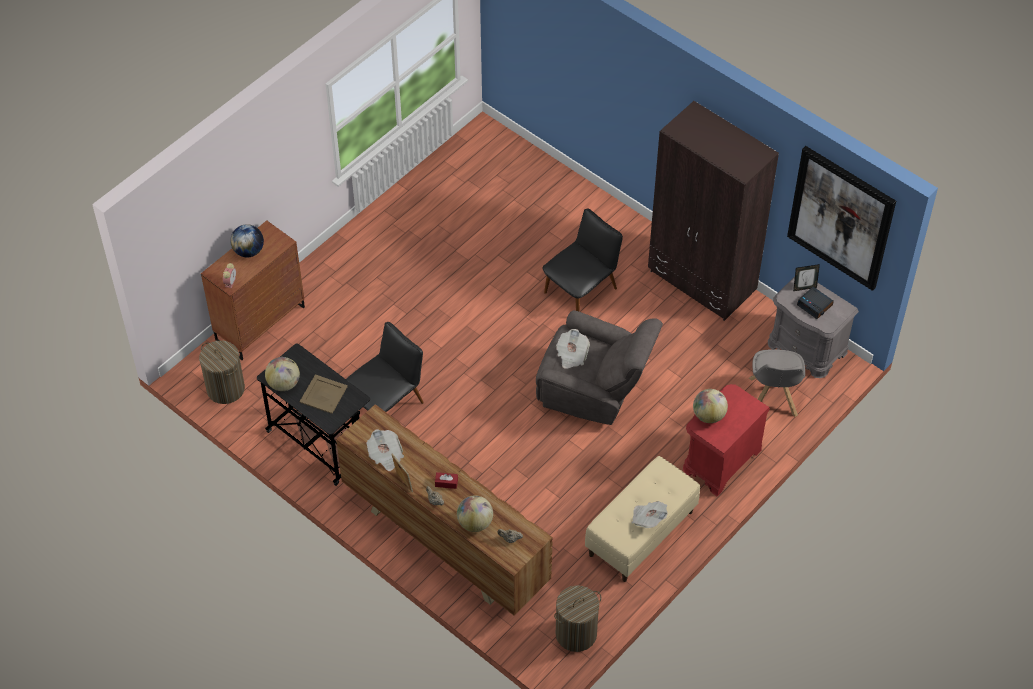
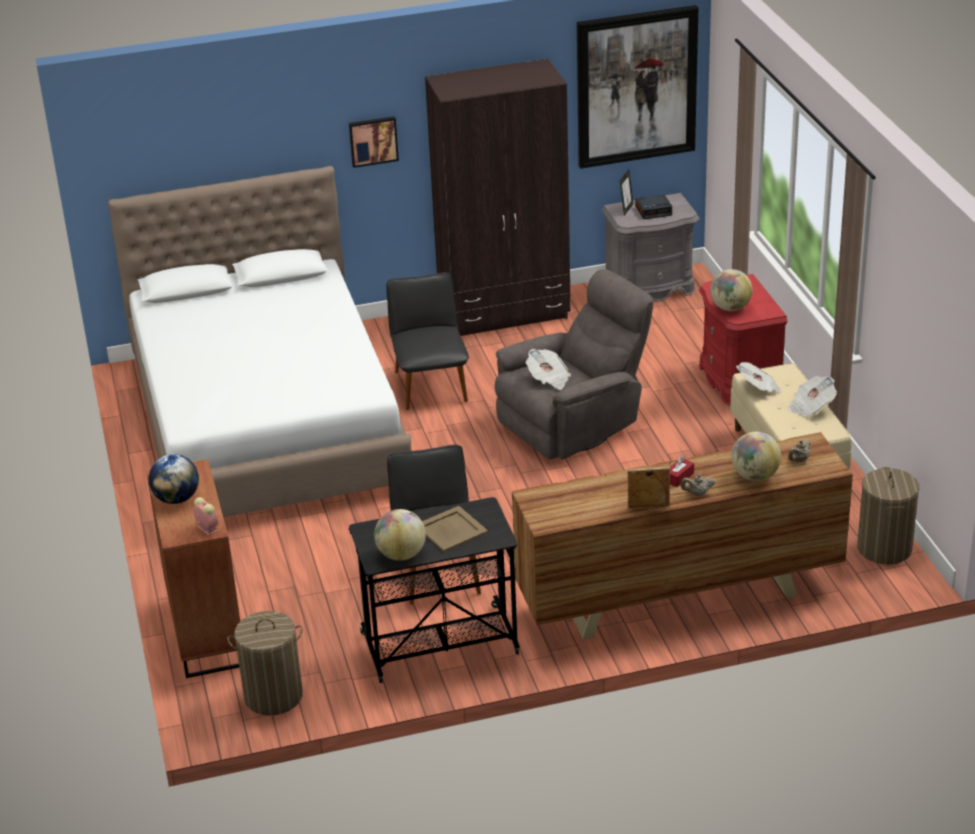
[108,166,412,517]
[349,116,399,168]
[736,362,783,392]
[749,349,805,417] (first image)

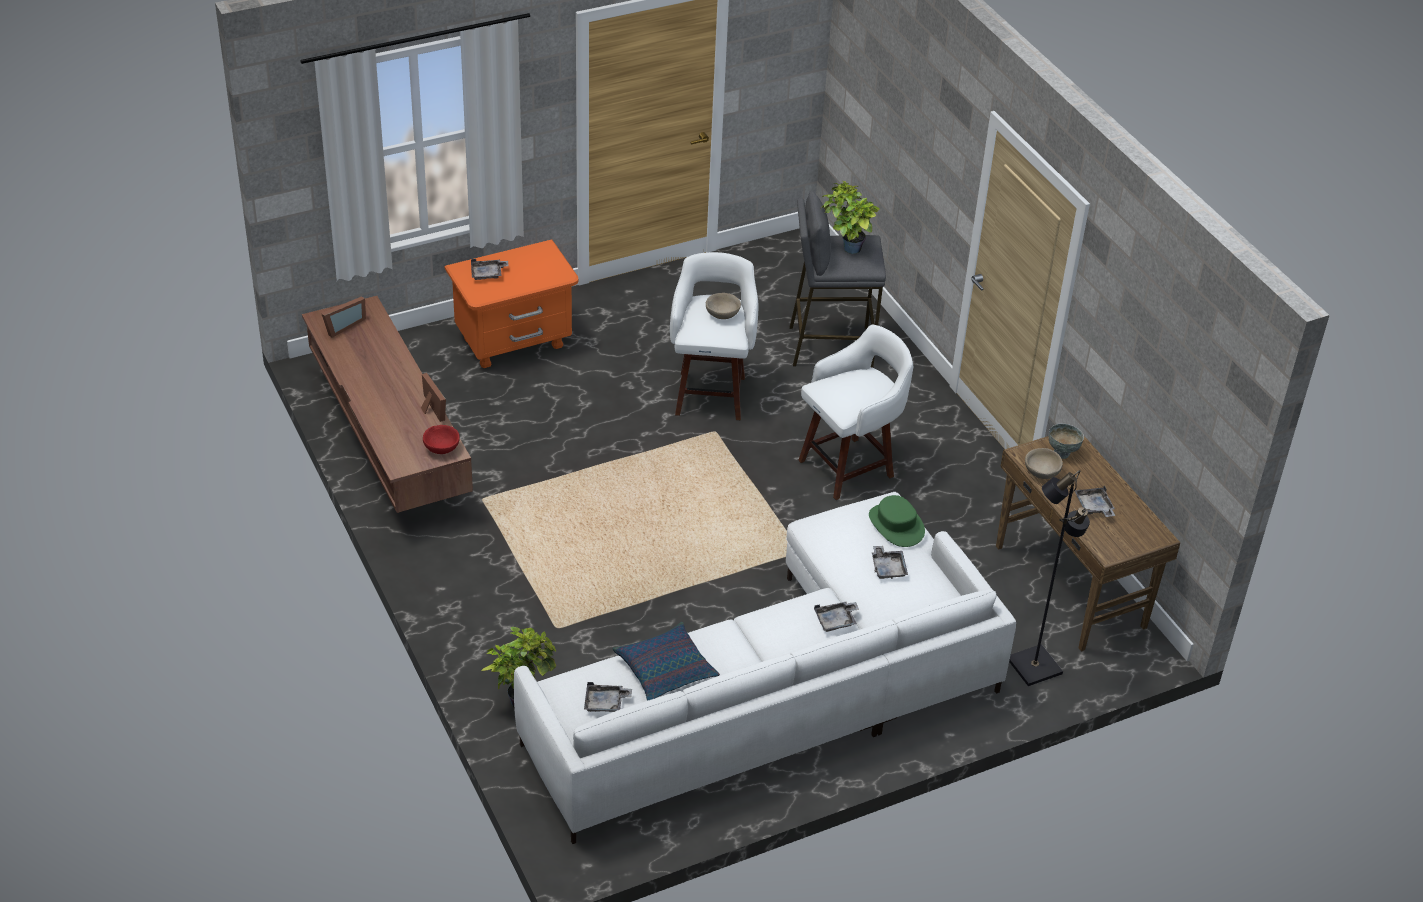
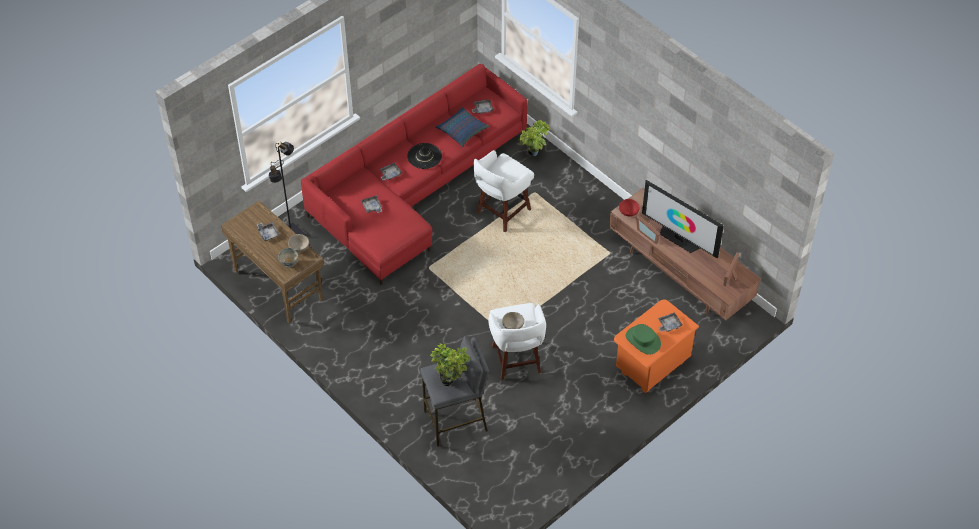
[301,64,527,285]
[407,143,442,169]
[474,150,534,232]
[626,324,661,355]
[642,180,724,259]

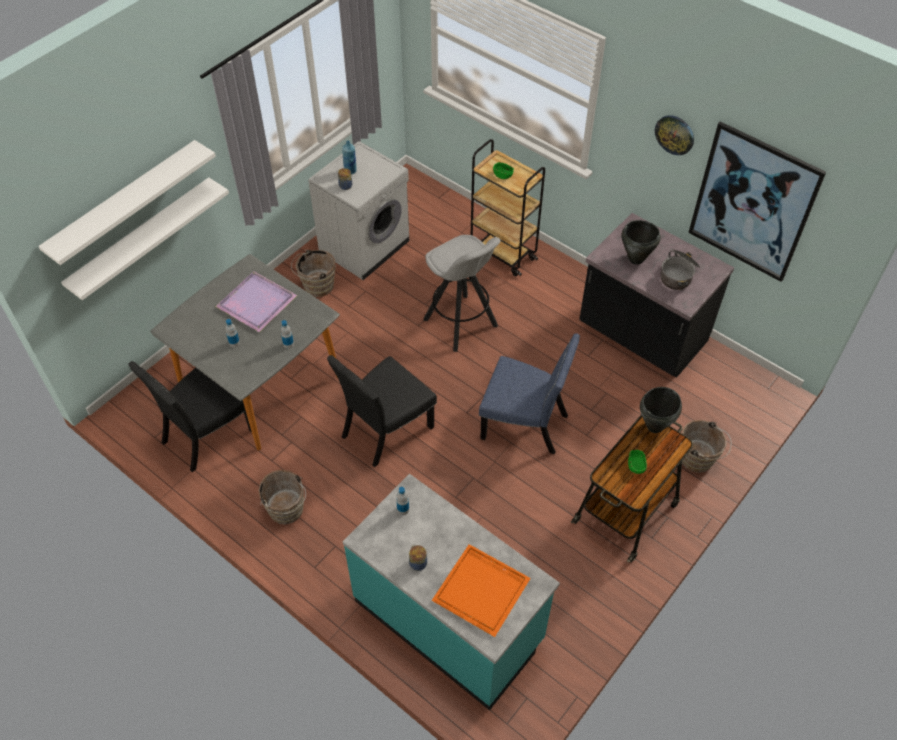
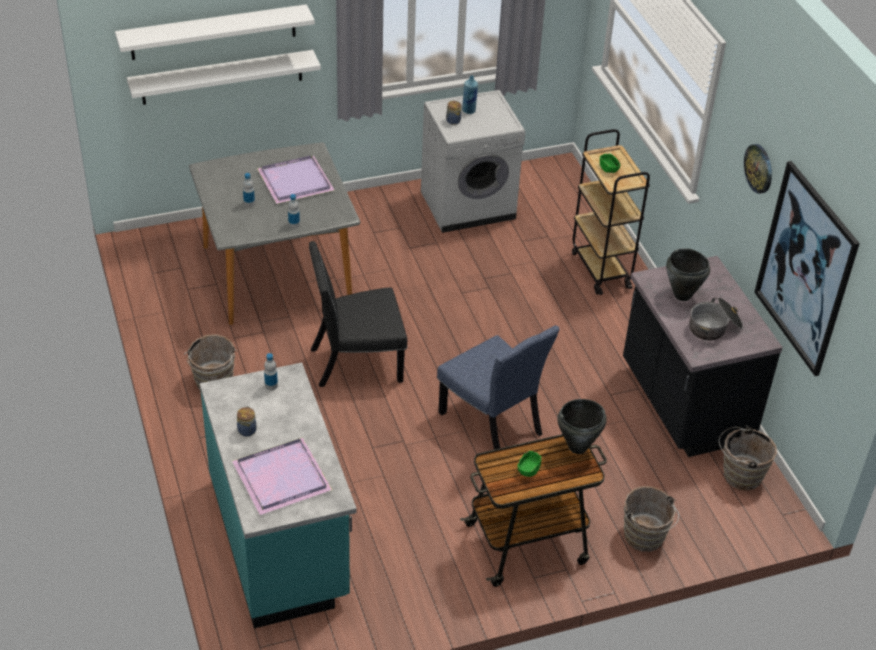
[232,437,332,515]
[719,425,777,491]
[128,361,252,472] (first image)
[424,235,501,352] (first image)

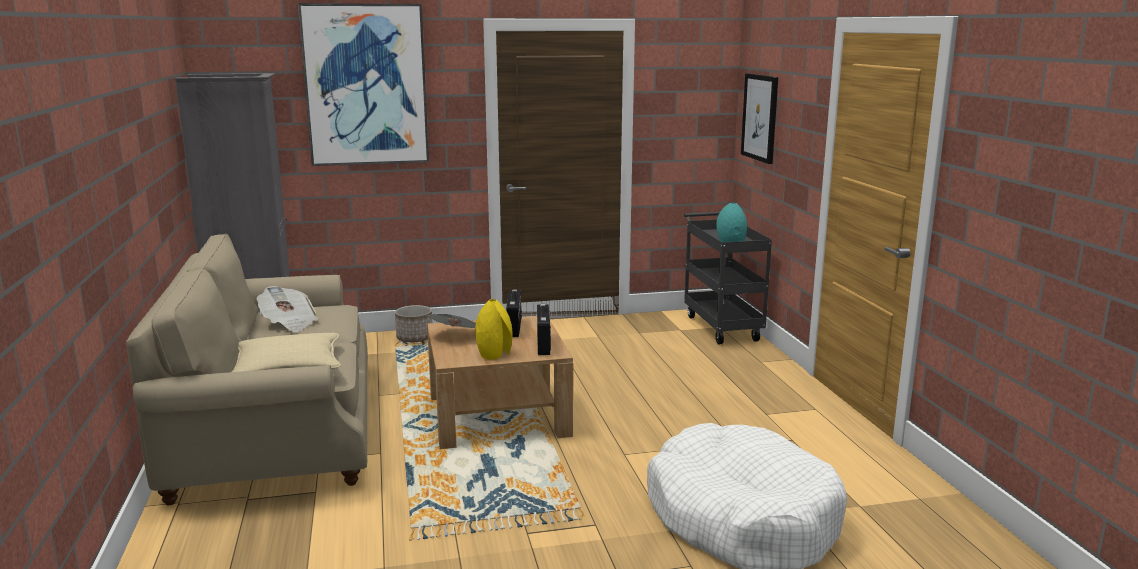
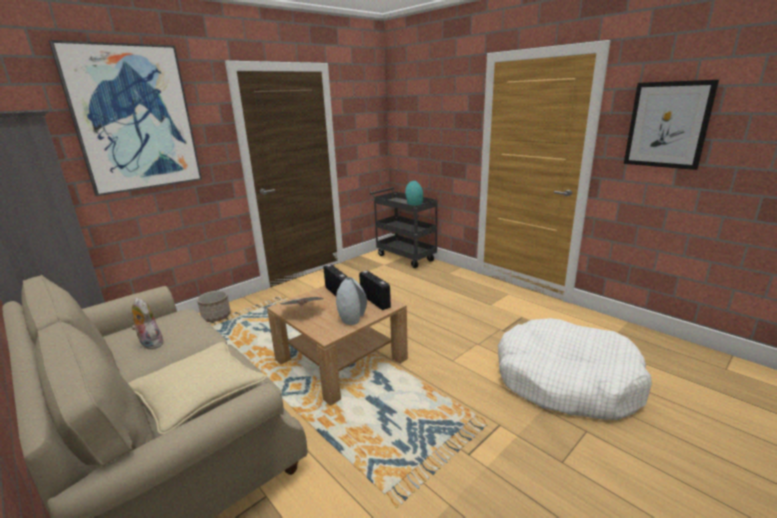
[132,298,163,349]
[336,277,367,325]
[624,80,719,170]

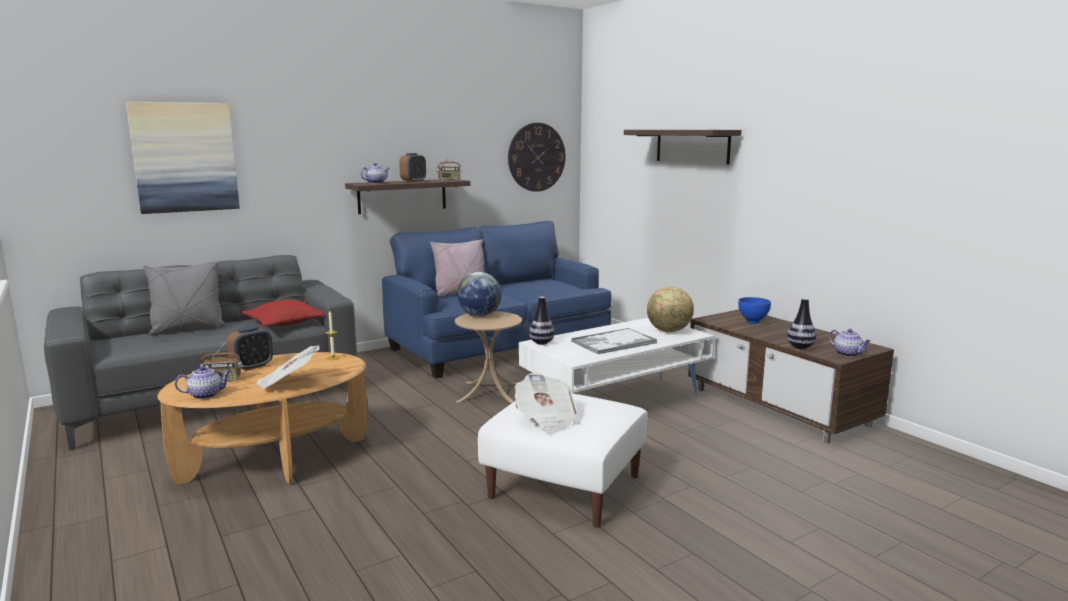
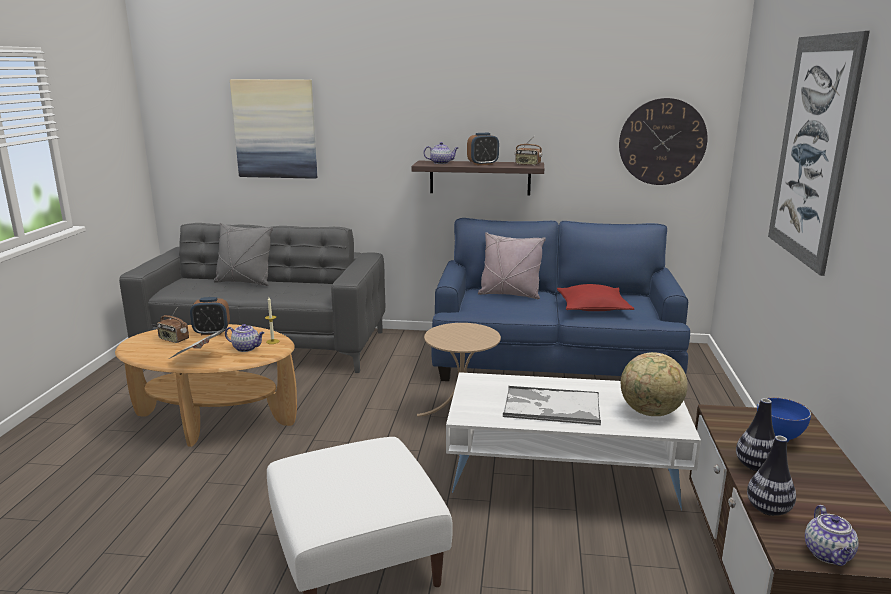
[225,324,265,352]
[557,284,634,311]
[736,398,775,471]
[768,31,870,276]
[457,272,501,317] (first image)
[515,373,579,434] (first image)

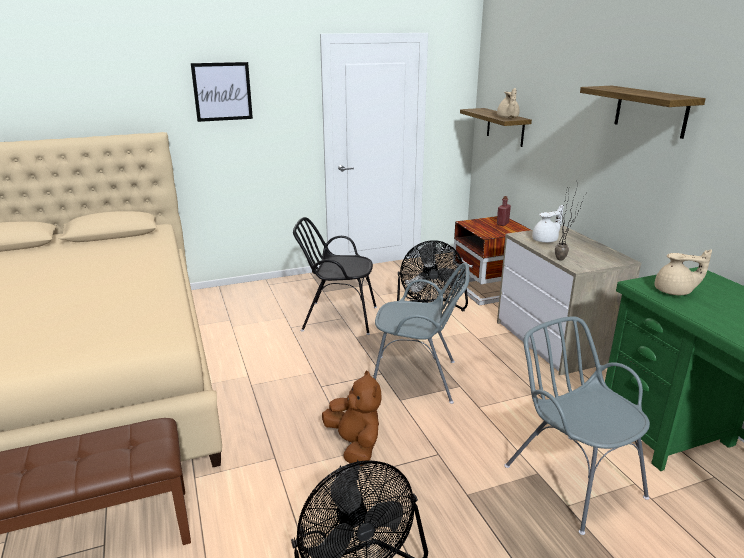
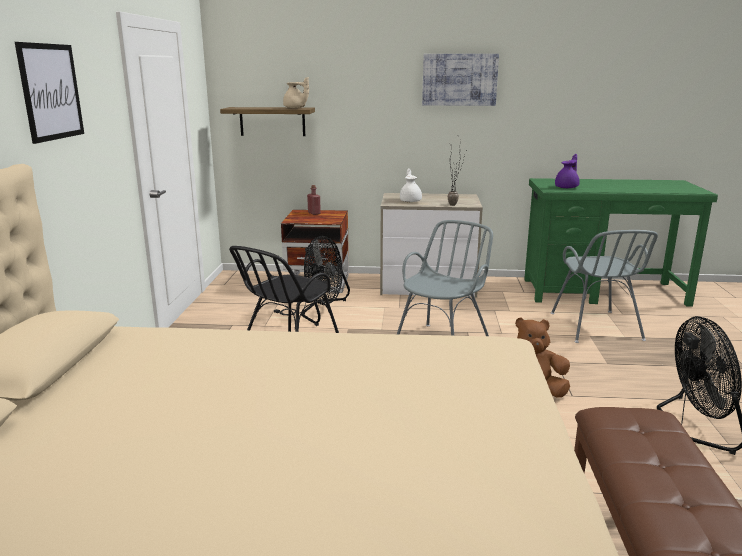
[422,54,499,106]
[551,230,658,343]
[555,154,580,188]

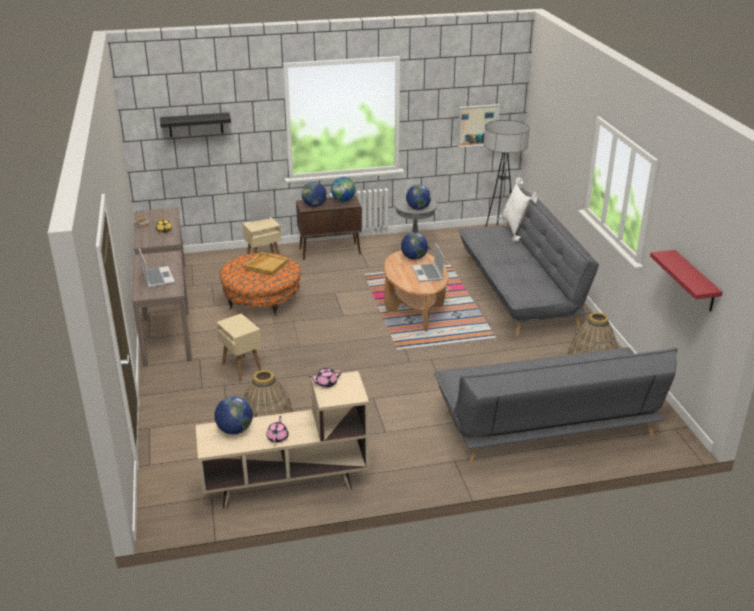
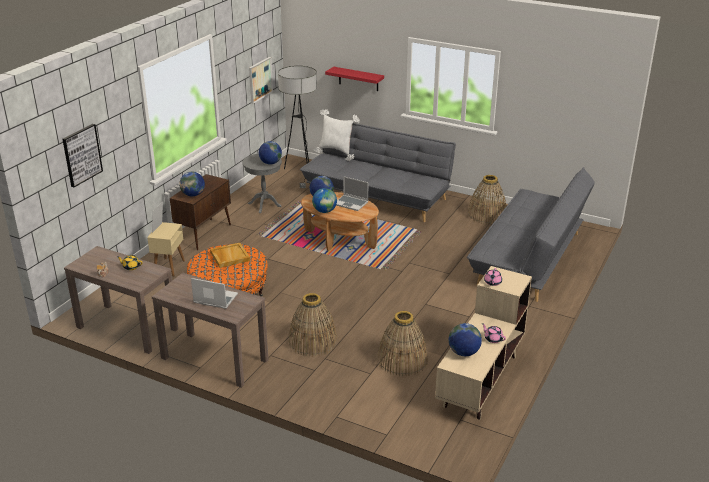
[62,124,103,187]
[288,293,338,357]
[312,188,337,213]
[325,67,384,91]

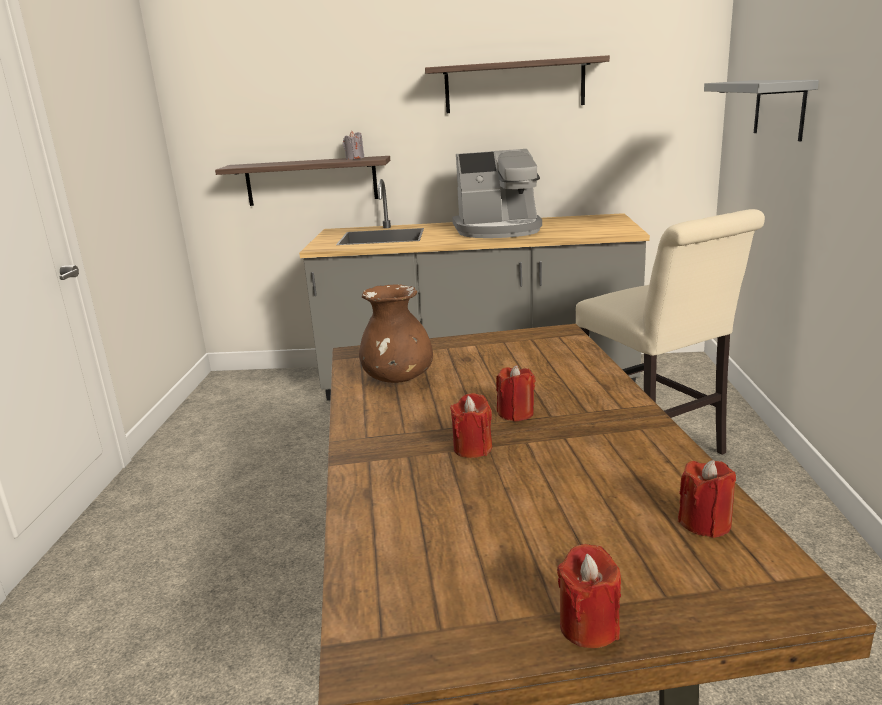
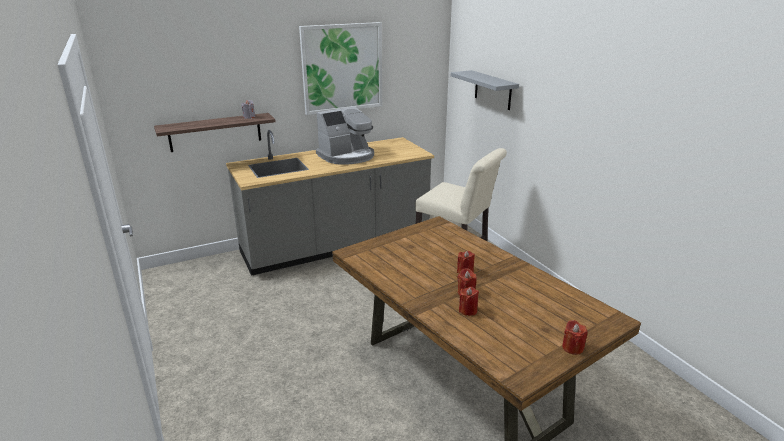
[299,22,382,115]
[459,287,479,316]
[359,284,433,383] (first image)

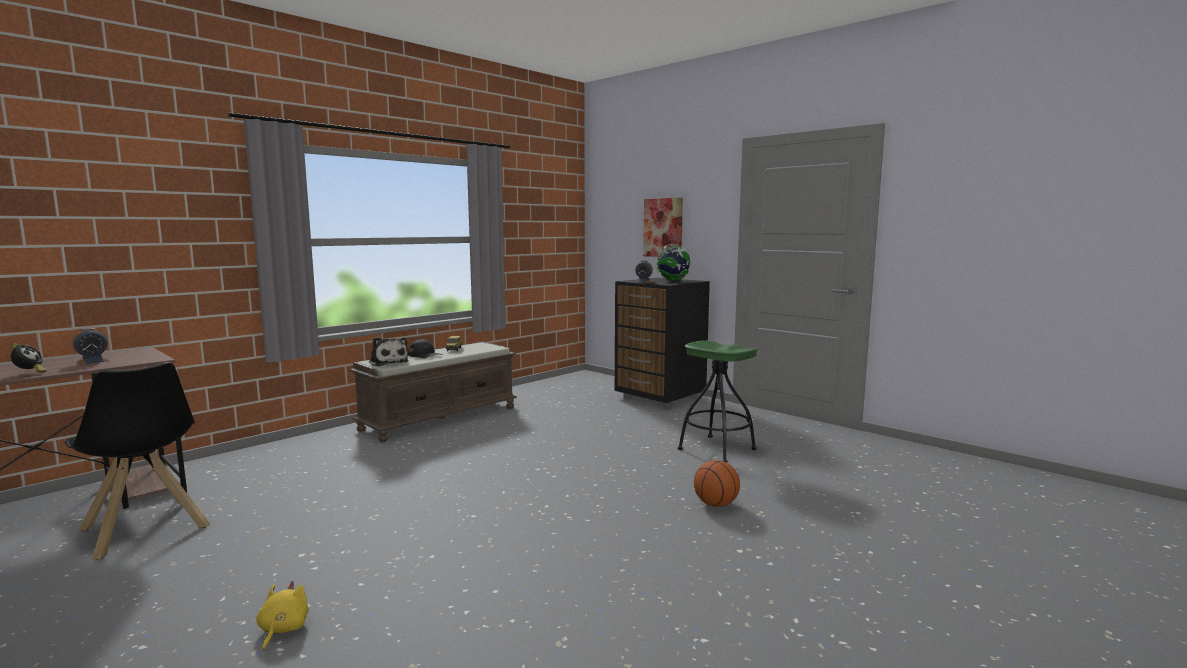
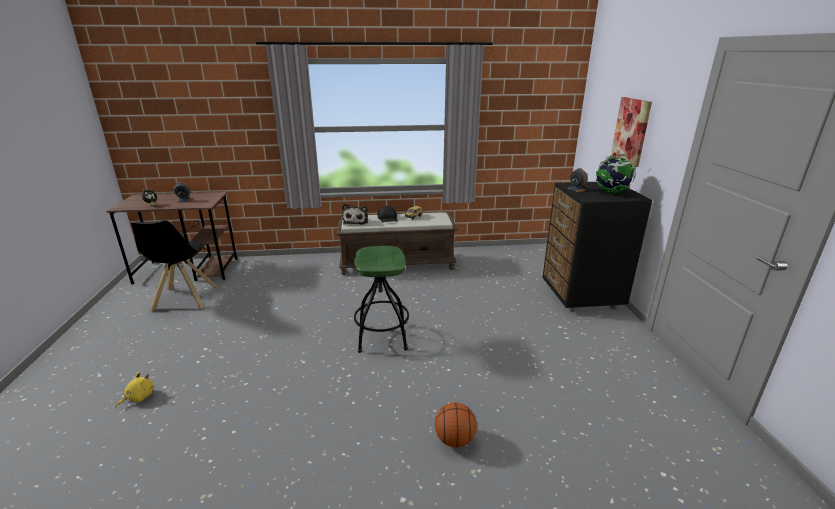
[354,246,409,353]

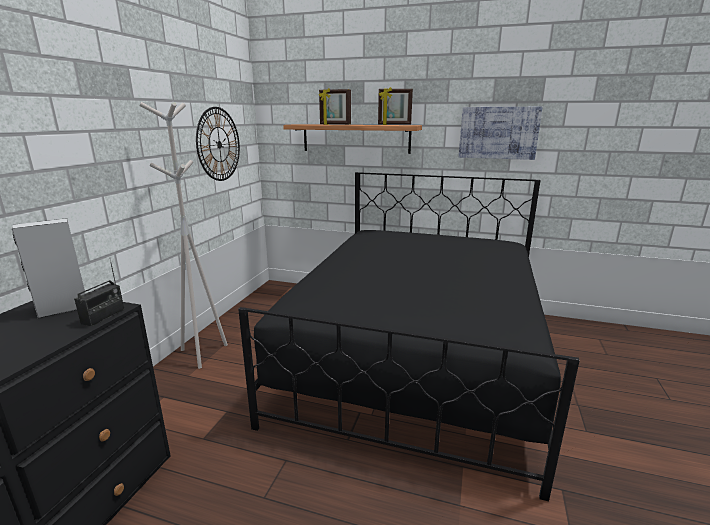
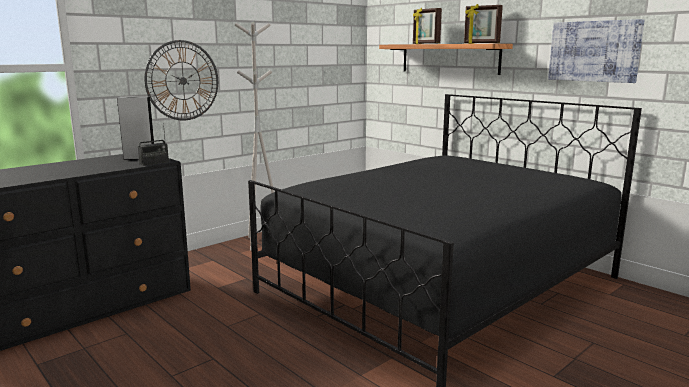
[144,40,218,121]

